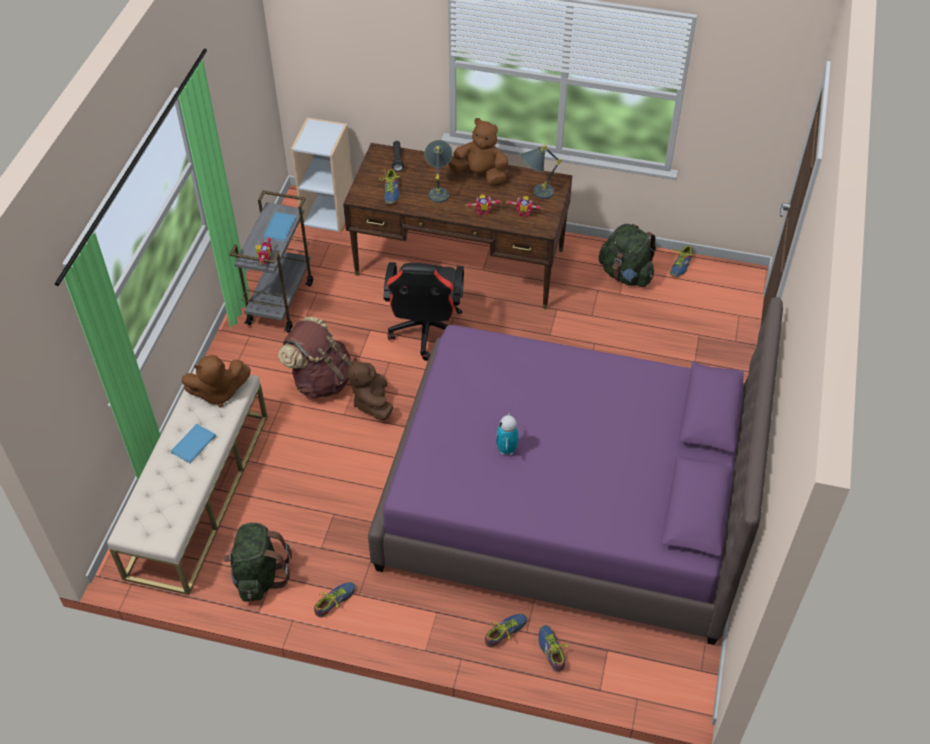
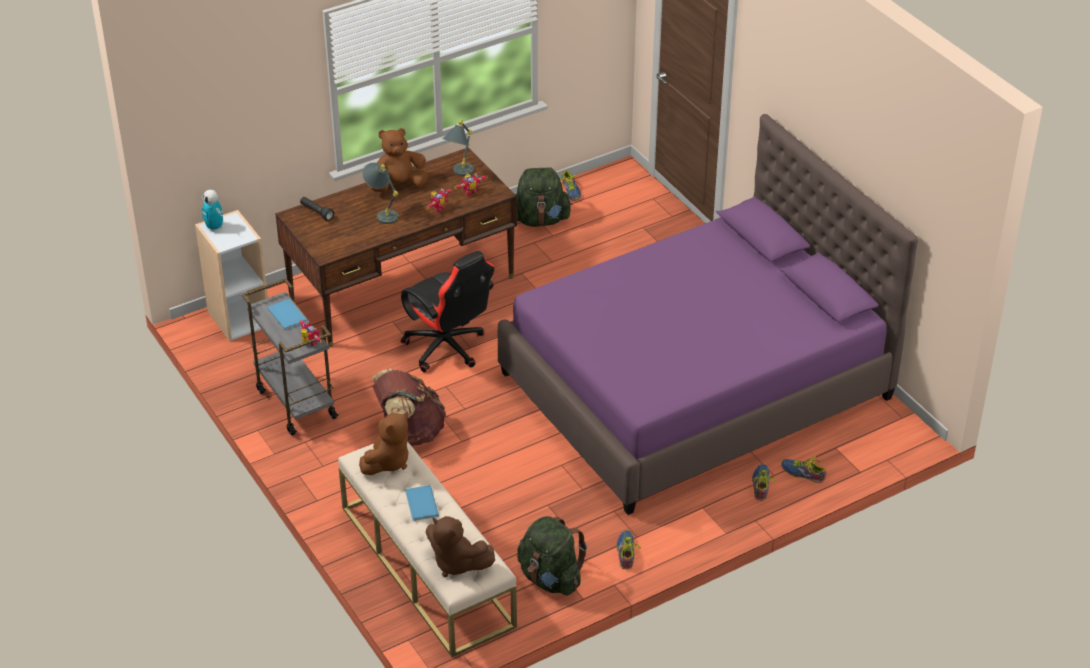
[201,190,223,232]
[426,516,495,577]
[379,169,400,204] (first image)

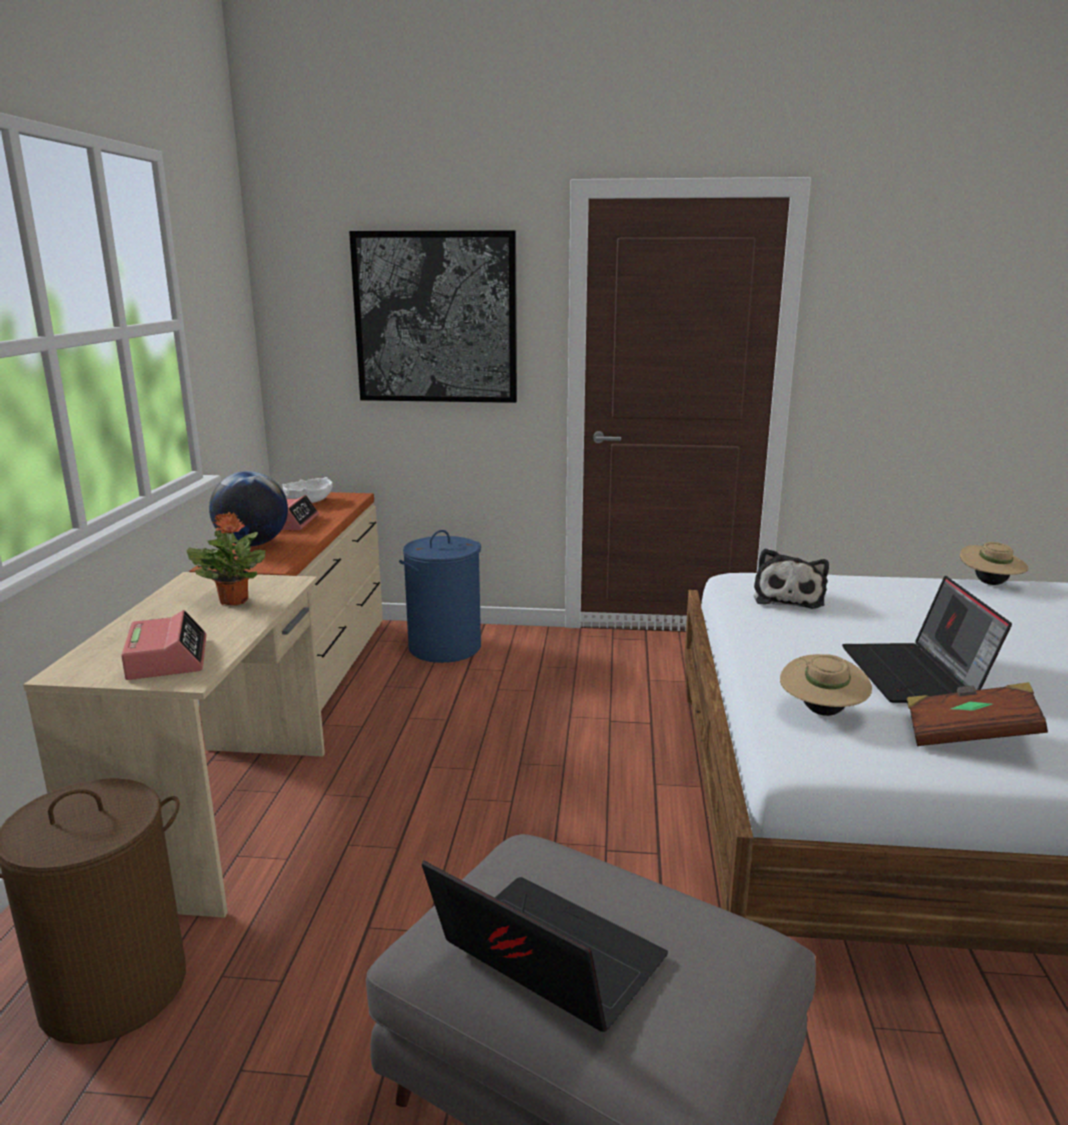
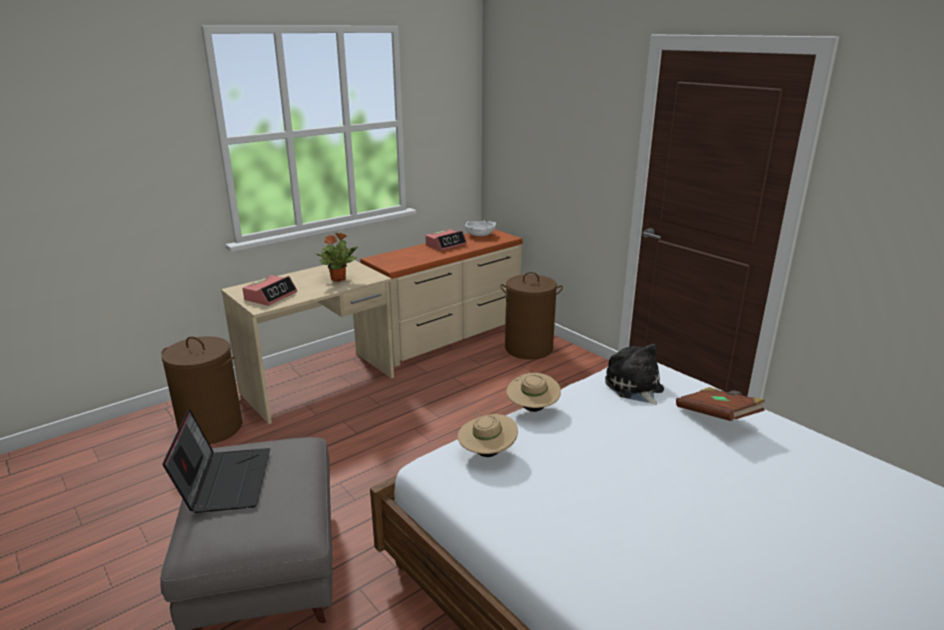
[500,272,563,360]
[506,373,561,412]
[605,344,664,405]
[676,387,765,421]
[209,471,288,546] (first image)
[349,230,517,403] (first image)
[842,576,1012,703] (first image)

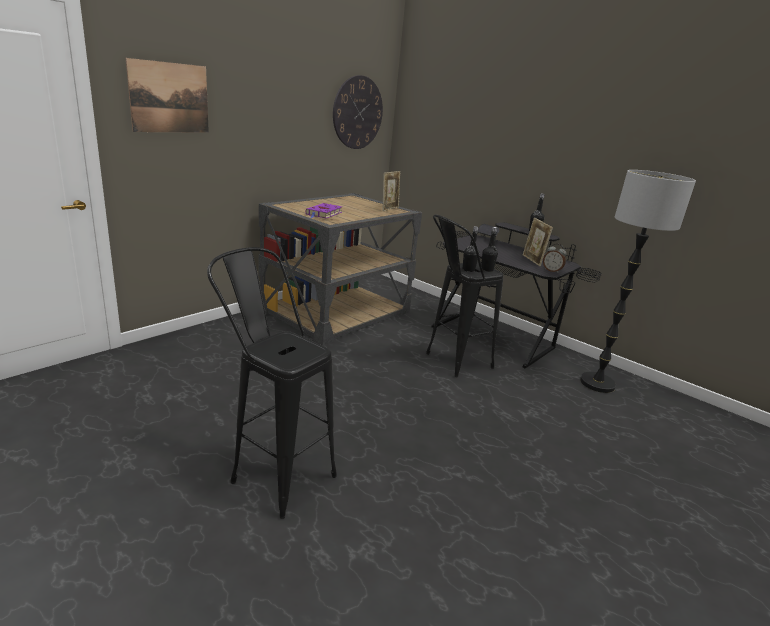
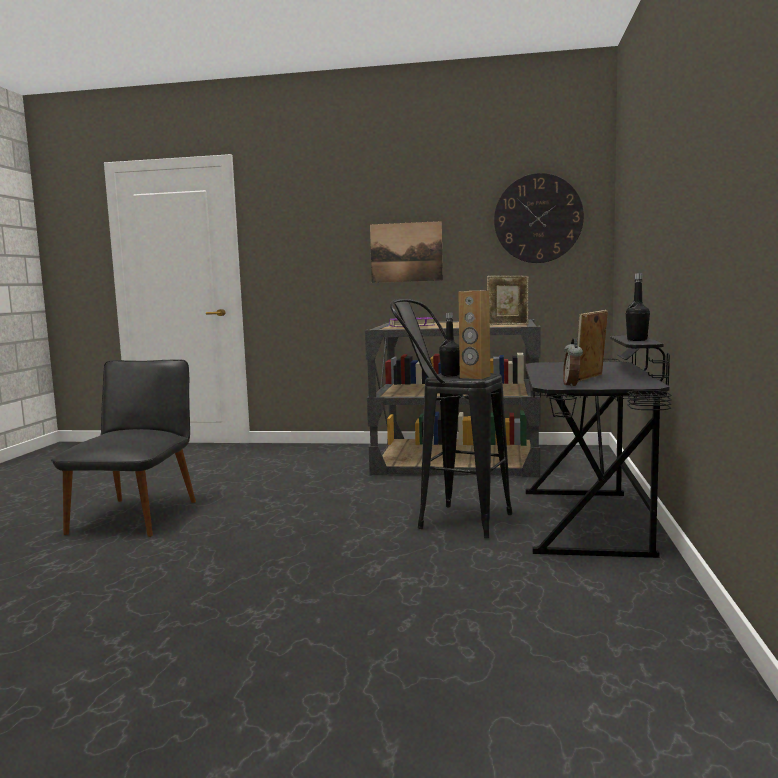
[51,360,196,537]
[370,221,443,283]
[458,290,491,379]
[580,170,696,393] (first image)

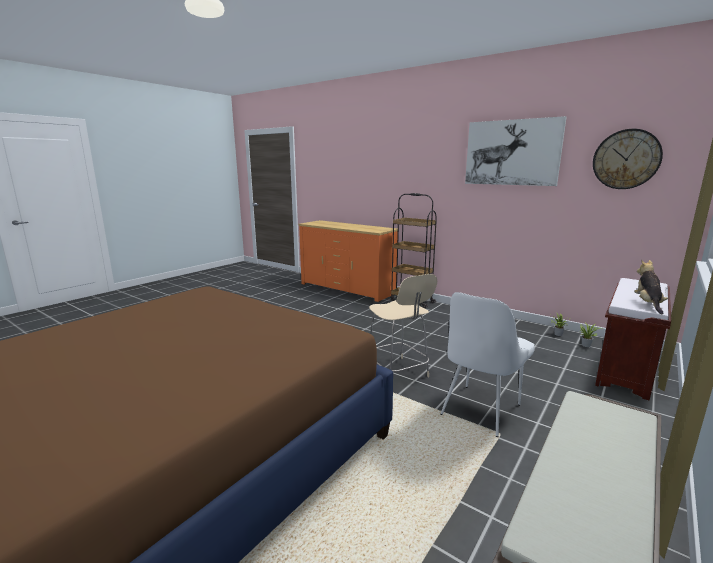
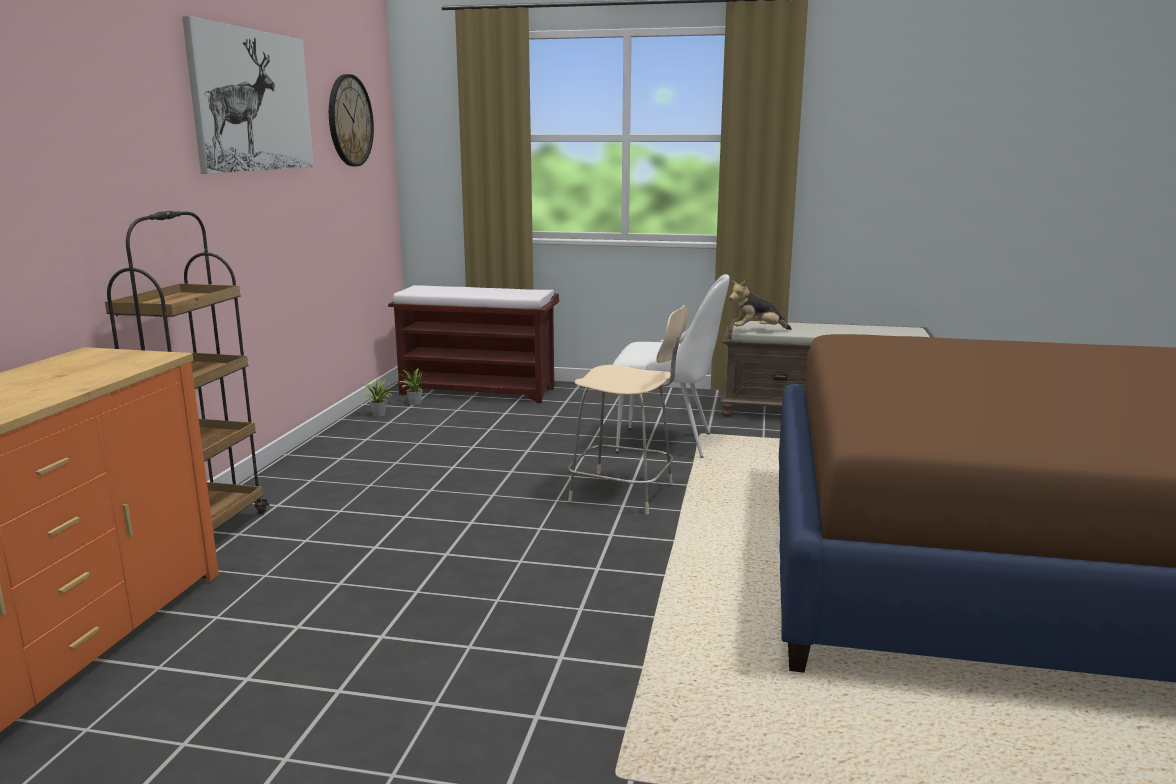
[568,305,689,514]
[729,281,792,330]

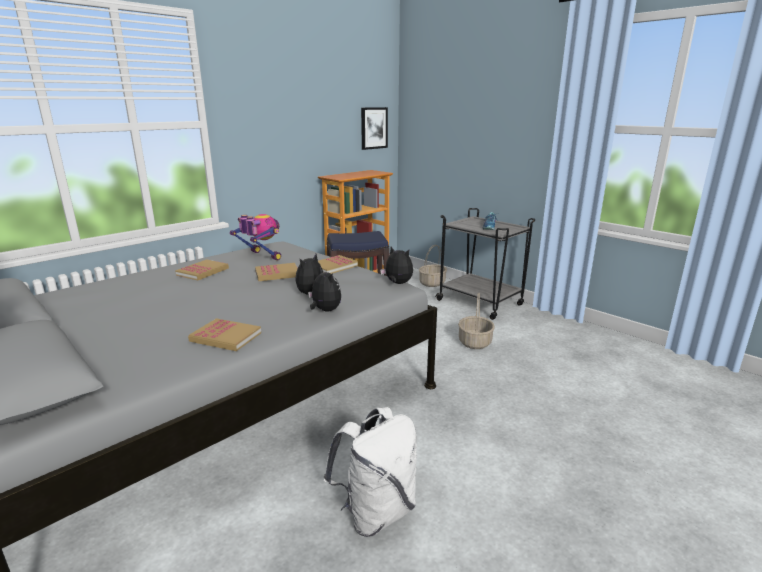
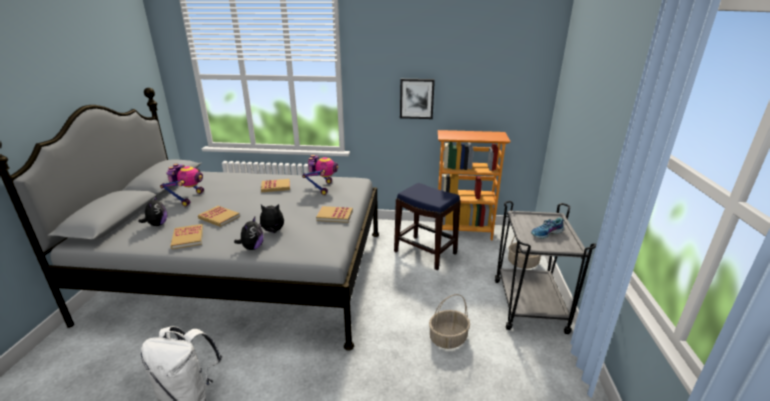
[139,196,167,226]
[160,164,204,206]
[198,206,240,227]
[400,79,435,119]

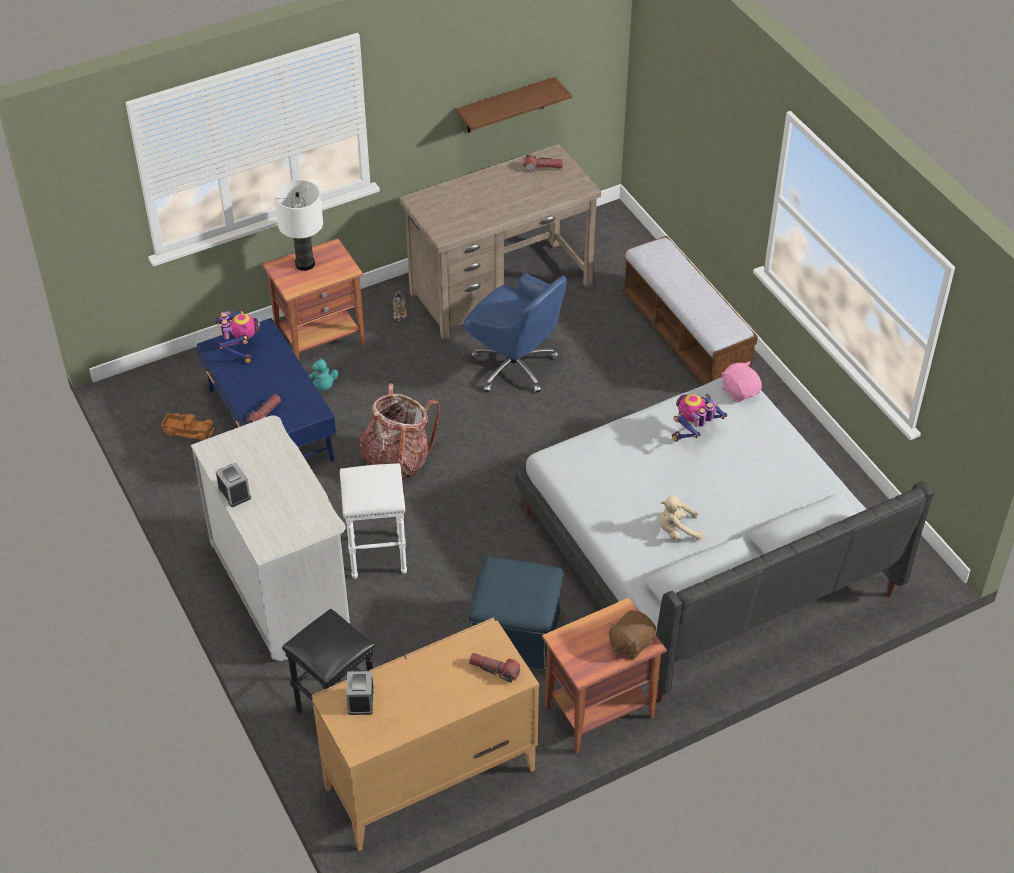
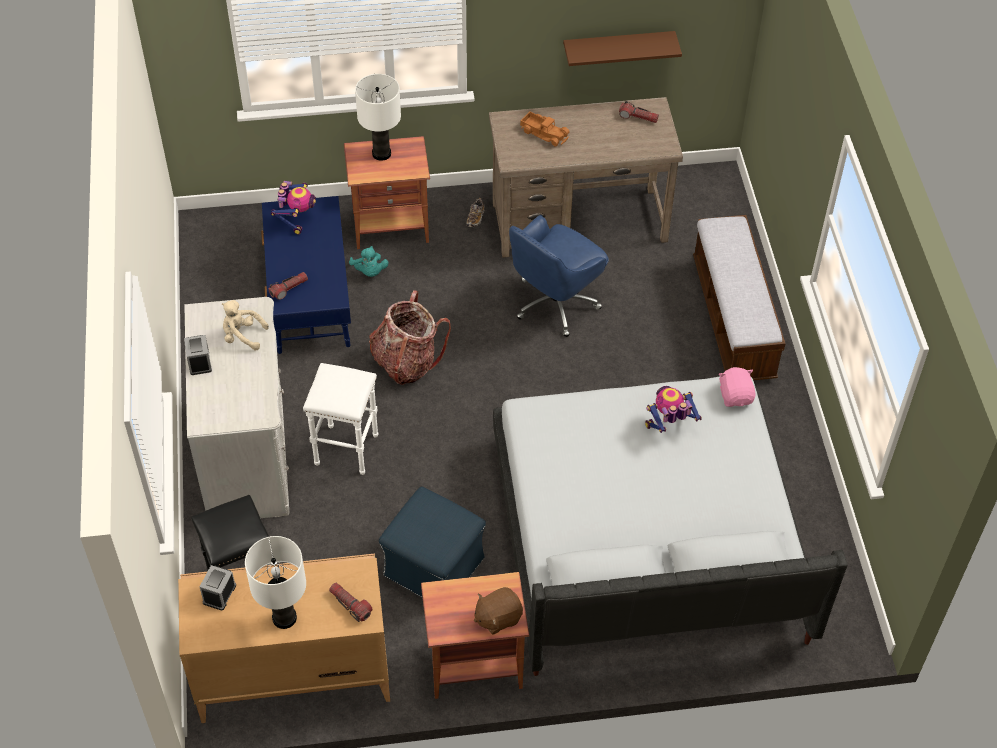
[222,300,269,351]
[245,536,306,629]
[509,215,609,337]
[520,111,570,146]

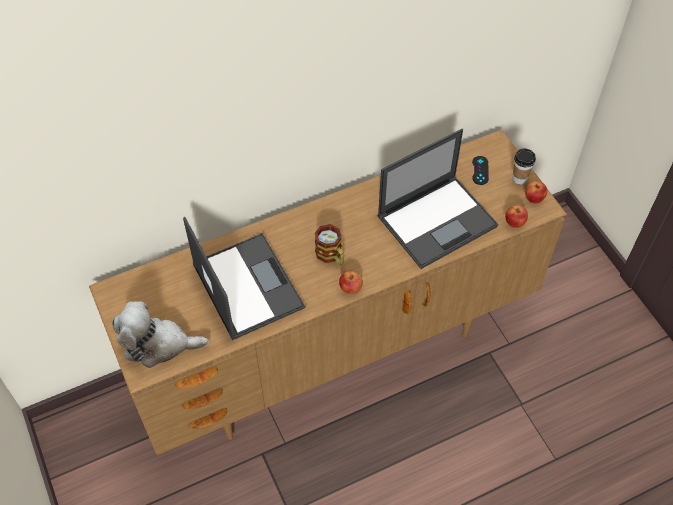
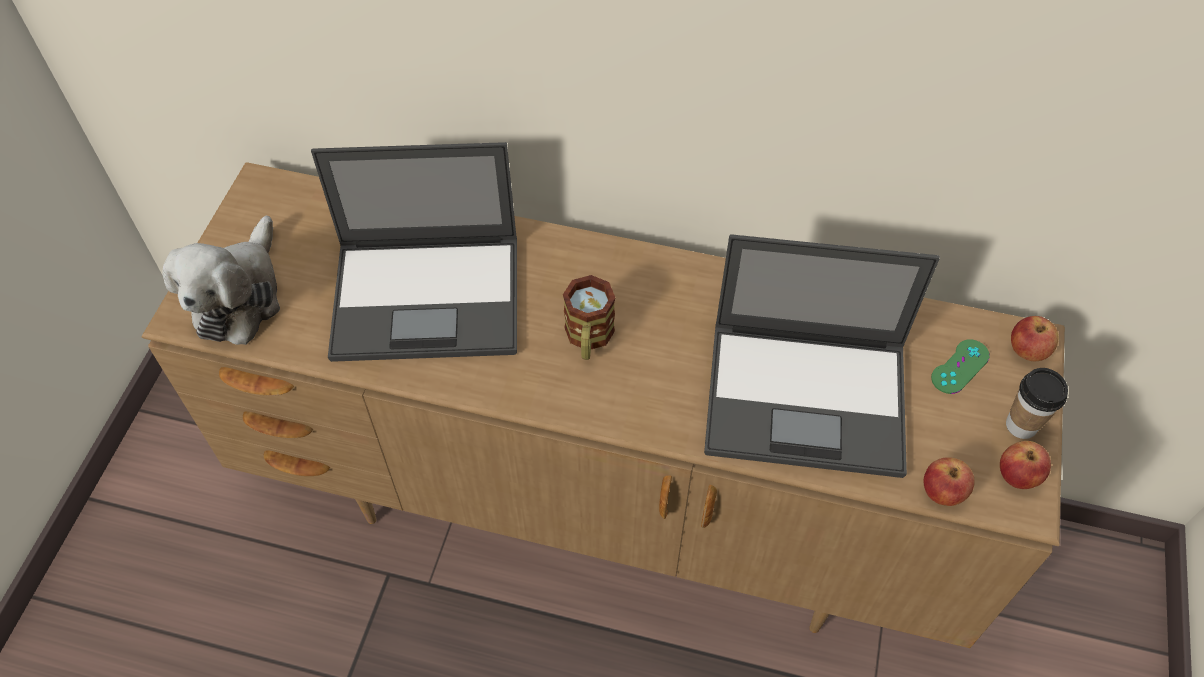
[162,216,280,345]
[311,142,517,362]
[931,339,990,394]
[1011,316,1058,361]

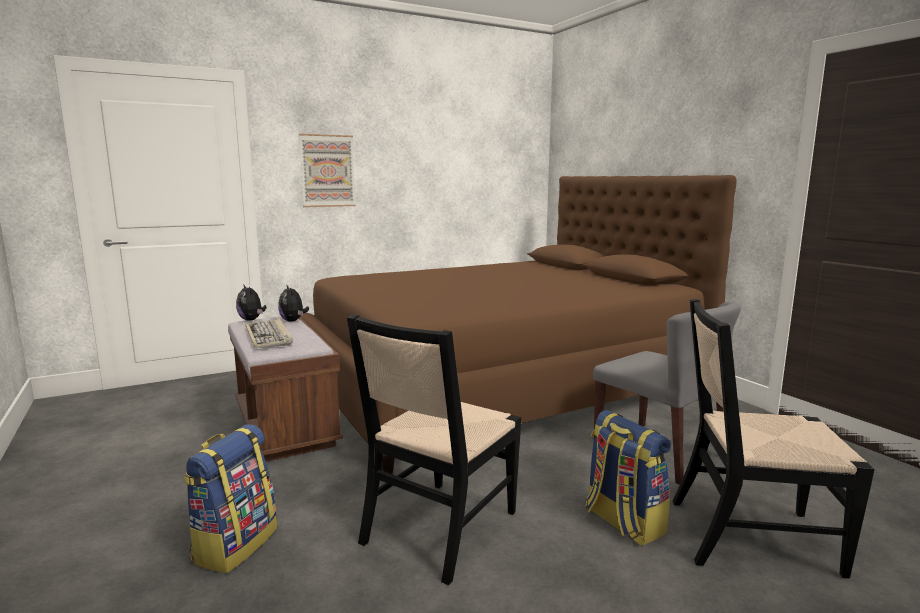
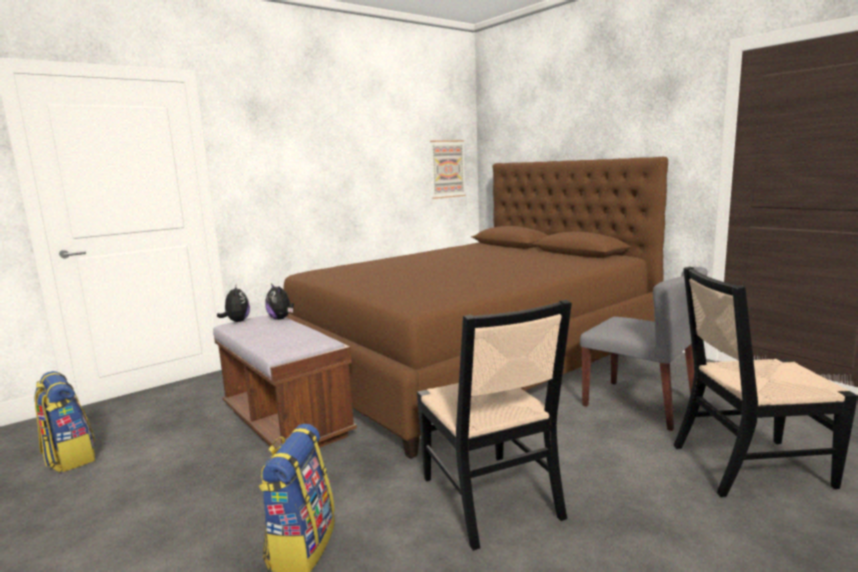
[34,371,95,472]
[217,286,250,322]
[417,300,572,551]
[430,140,466,199]
[245,319,293,348] (first image)

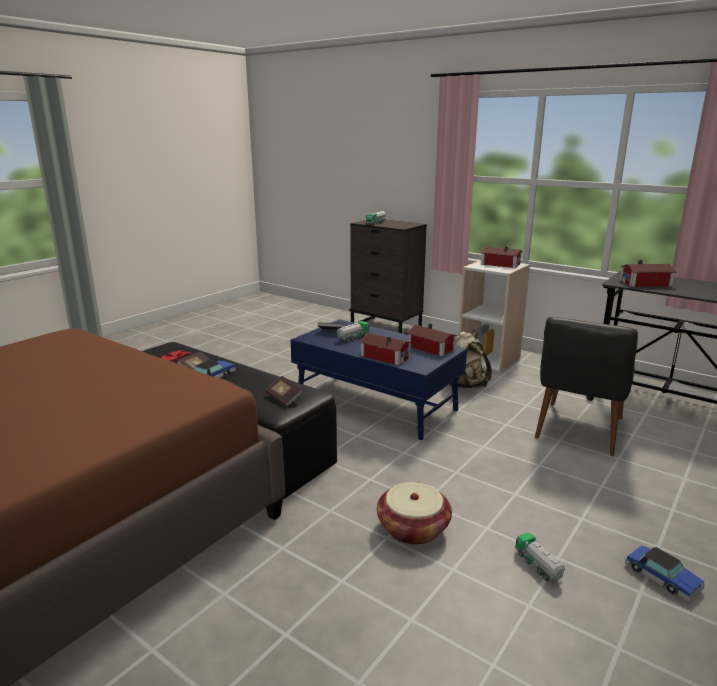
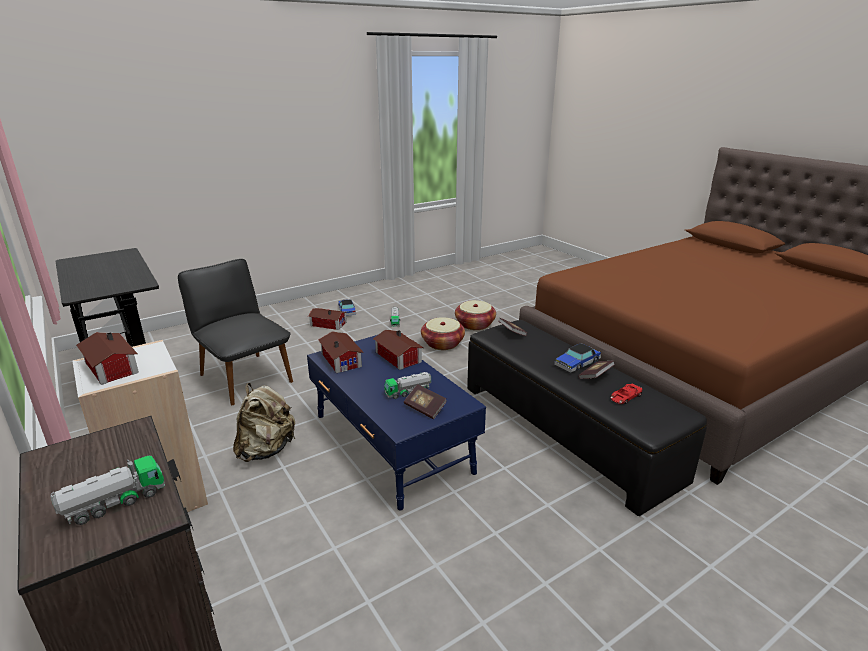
[178,259,293,405]
[308,308,347,330]
[455,300,496,330]

